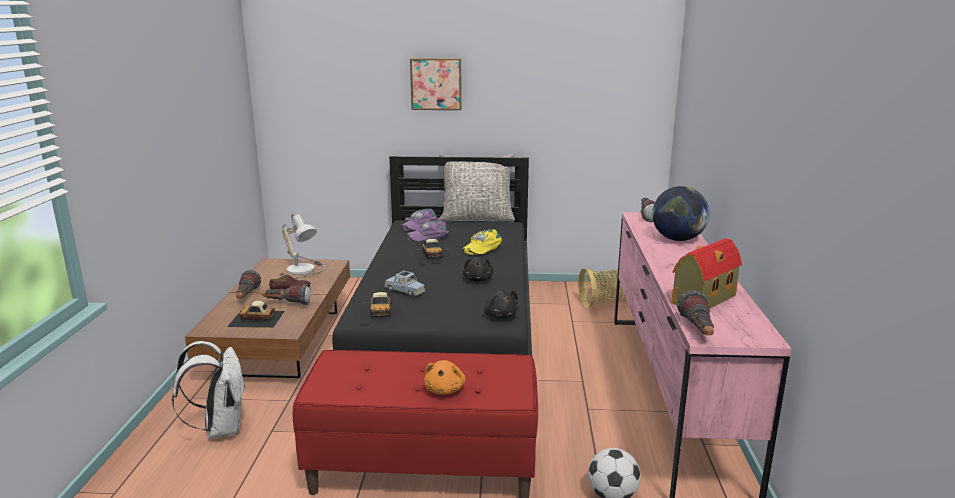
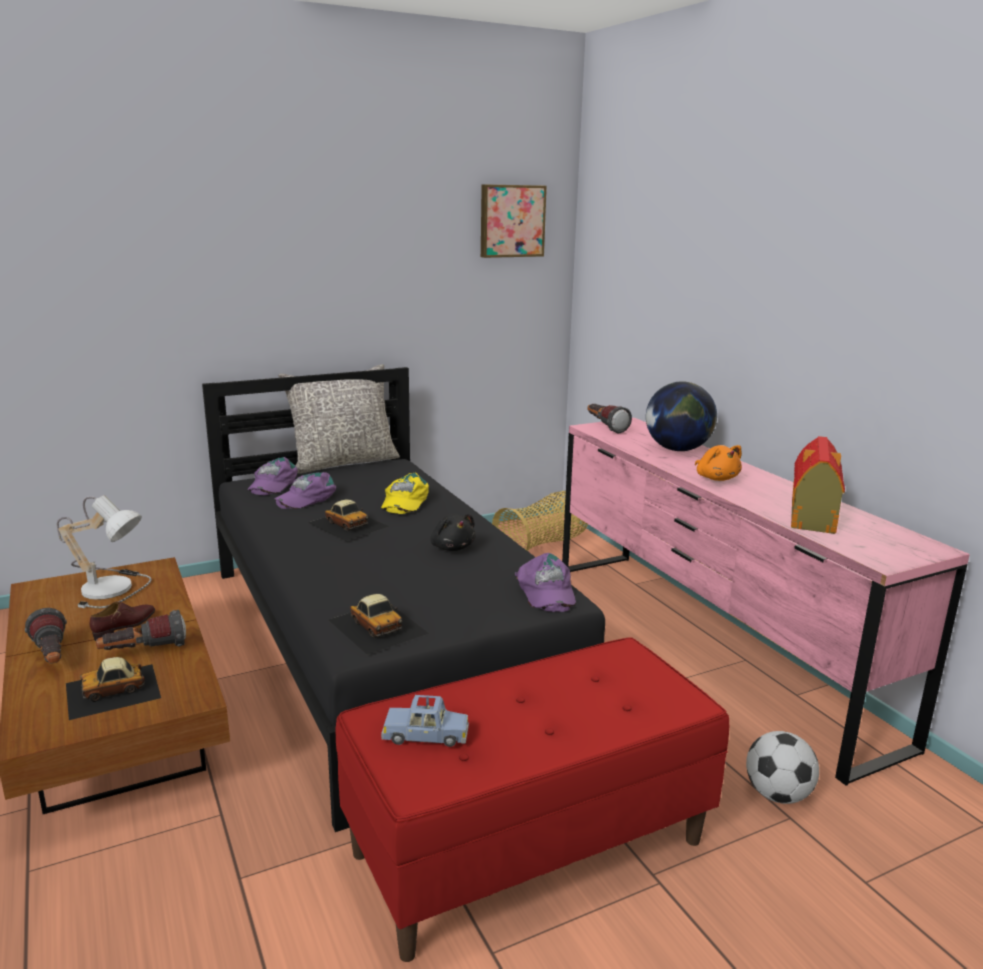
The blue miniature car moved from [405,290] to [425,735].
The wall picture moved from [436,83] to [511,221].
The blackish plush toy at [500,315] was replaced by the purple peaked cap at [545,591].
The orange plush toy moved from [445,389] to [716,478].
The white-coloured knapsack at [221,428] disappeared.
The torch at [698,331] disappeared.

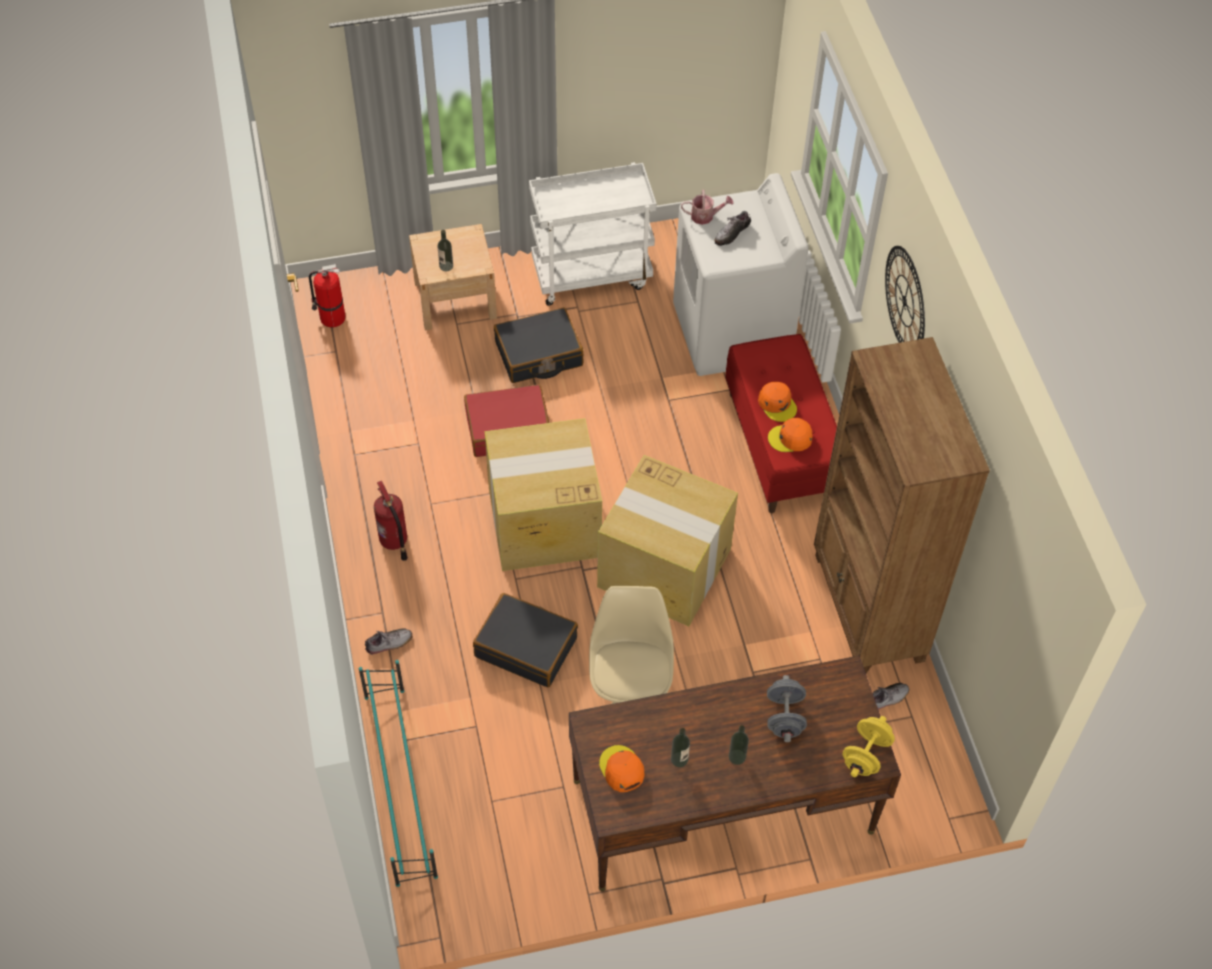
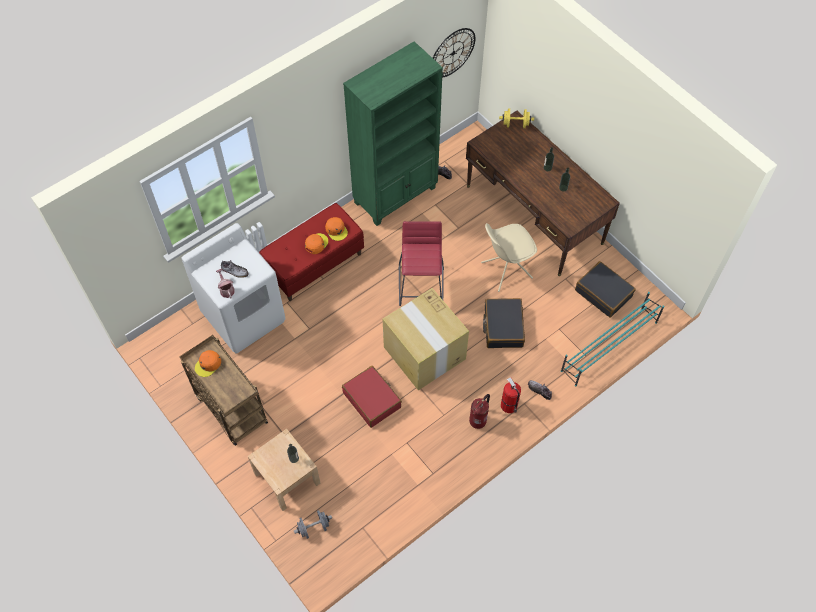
The white-coloured wheeled cart at [592,274] became the brownish wheeled cart at [230,409].
The orange peaked cap moved from [621,769] to [208,364].
The gray dumbbell moved from [784,717] to [313,527].
The brownish bookshelf at [867,609] became the green bookshelf at [396,195].
The cardboard box at [666,568] was replaced by the red-coloured sitting stool at [421,286].
The wall clock moved from [905,300] to [453,53].
The extinguisher moved from [331,318] to [509,406].
The blackish piece of luggage moved from [538,354] to [603,293].

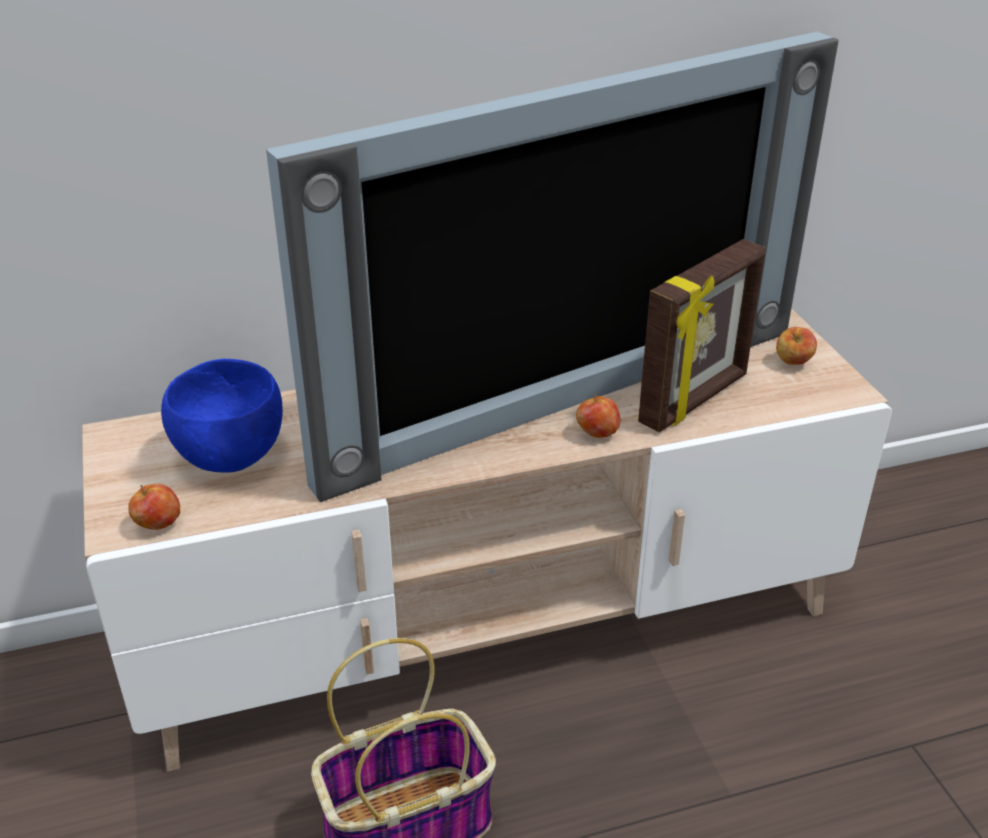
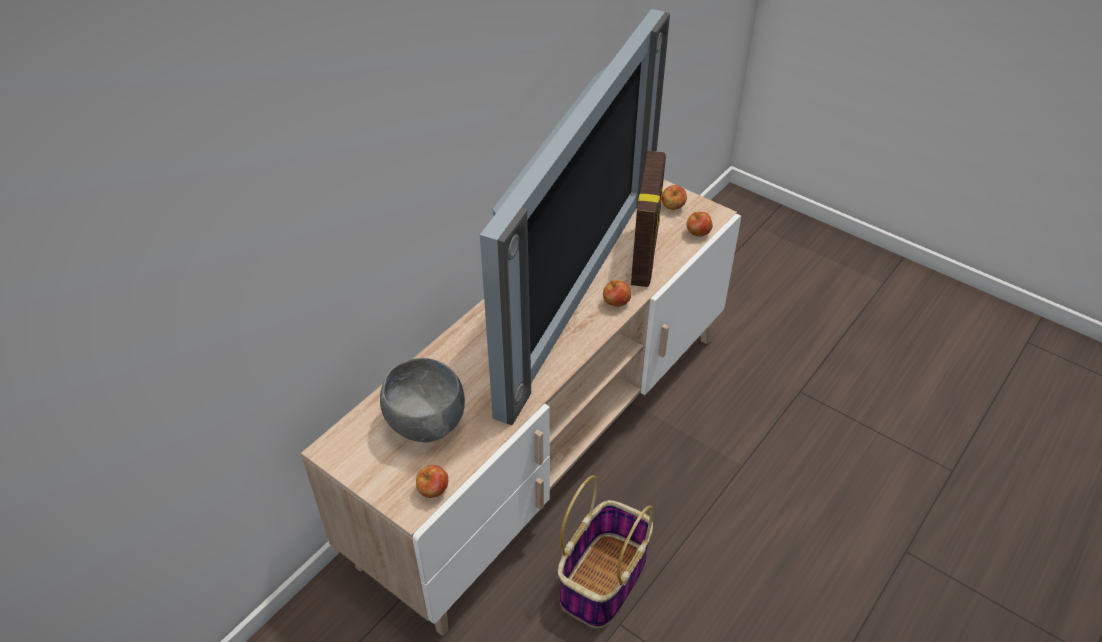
The blue serving bowl at [229,457] became the gray serving bowl at [425,425].
The whole apple at [698,234] appeared.

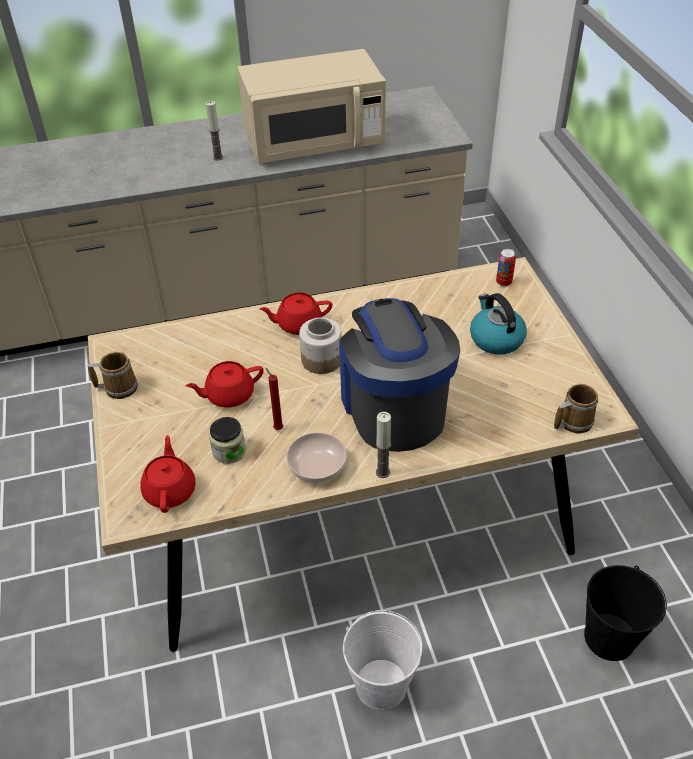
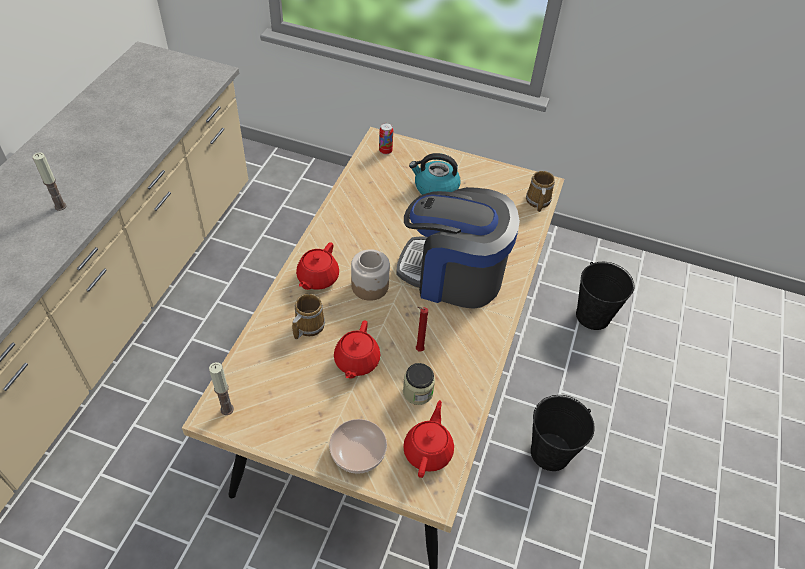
The wax candle moved from [383,472] to [227,409].
The tea mug moved from [119,387] to [307,326].
The serving bowl moved from [316,467] to [358,453].
The red-coloured tea pot at [170,490] turned 75 degrees clockwise.
The white-coloured pail at [381,685] became the blackish pail at [550,452].
The sand-coloured microwave at [314,143] disappeared.

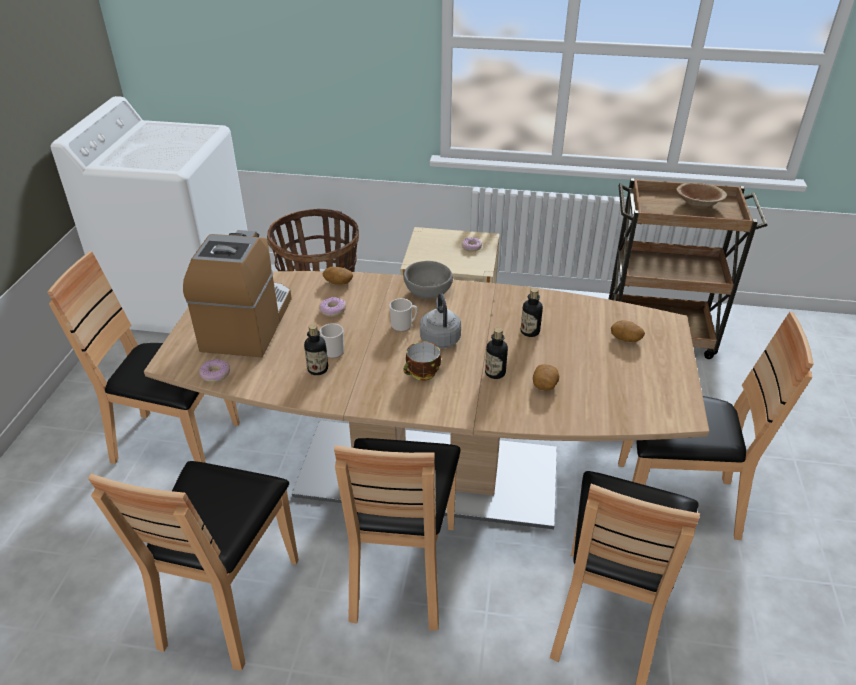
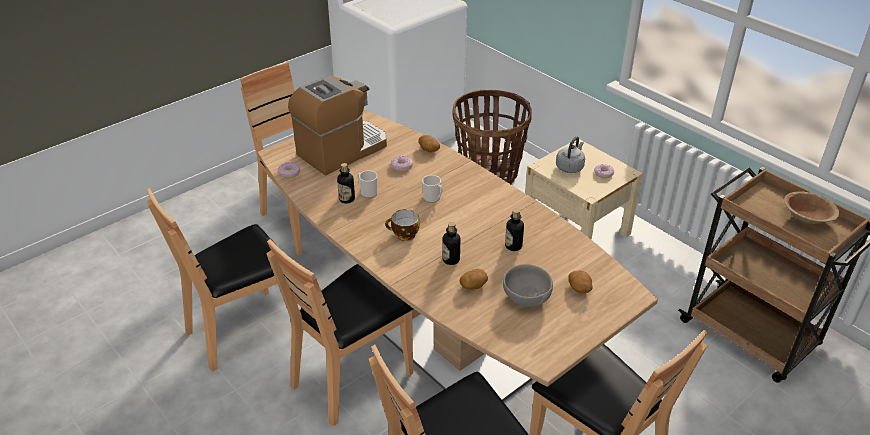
The gray serving bowl moved from [427,291] to [526,296].
The gray kettle moved from [439,338] to [570,167].

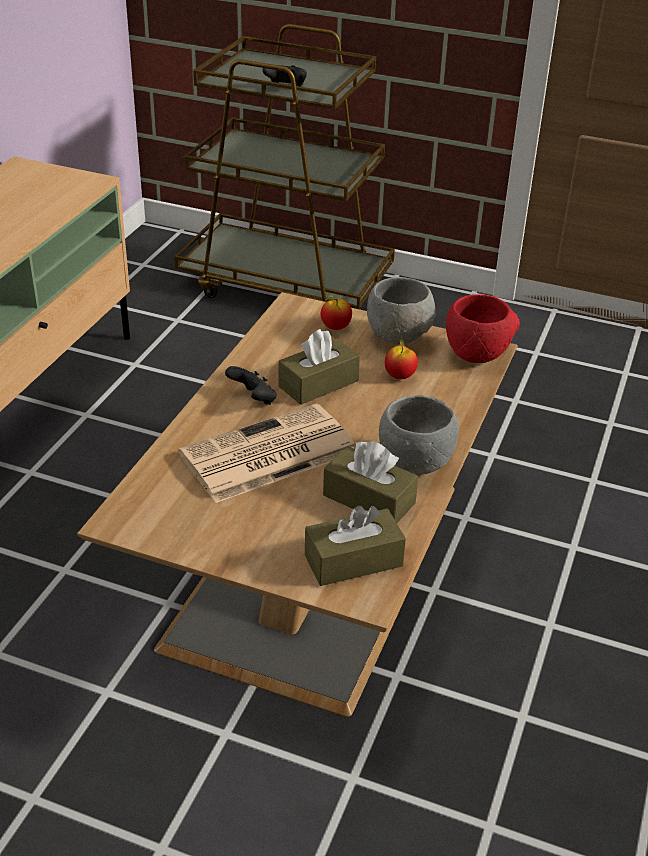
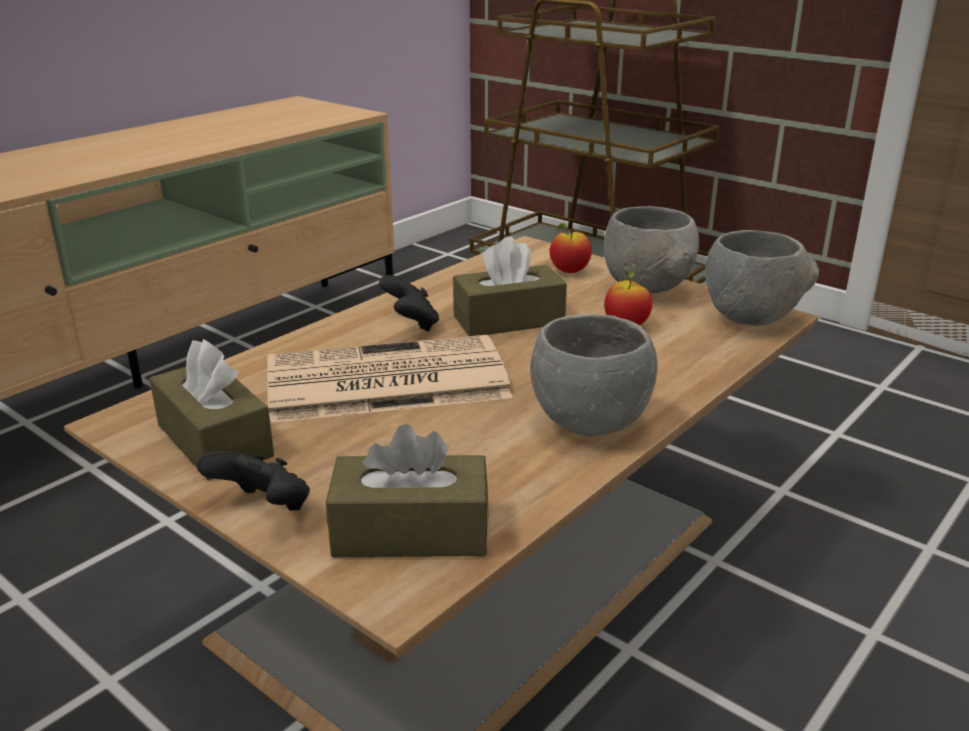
The brownish tissue holder moved from [369,499] to [214,440].
The blackish game controller moved from [286,88] to [264,508].
The red-coloured serving bowl at [477,356] became the gray serving bowl at [751,320].

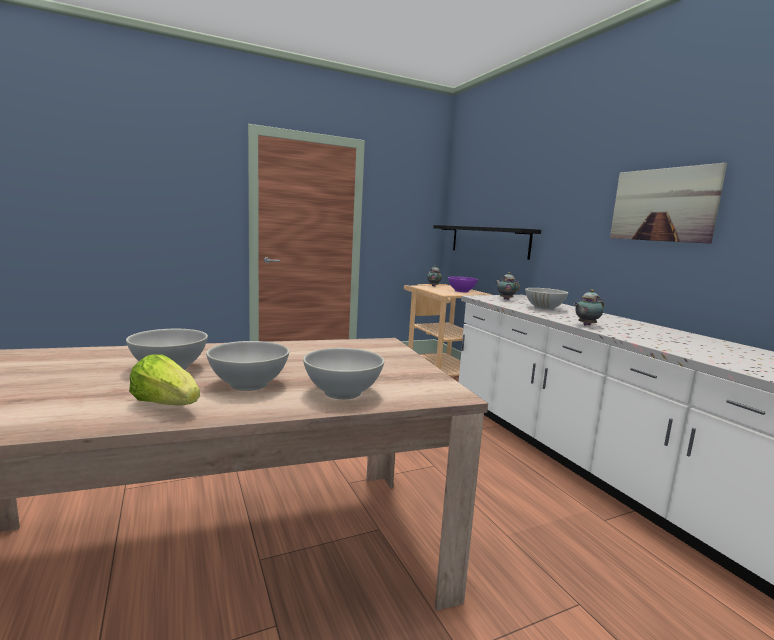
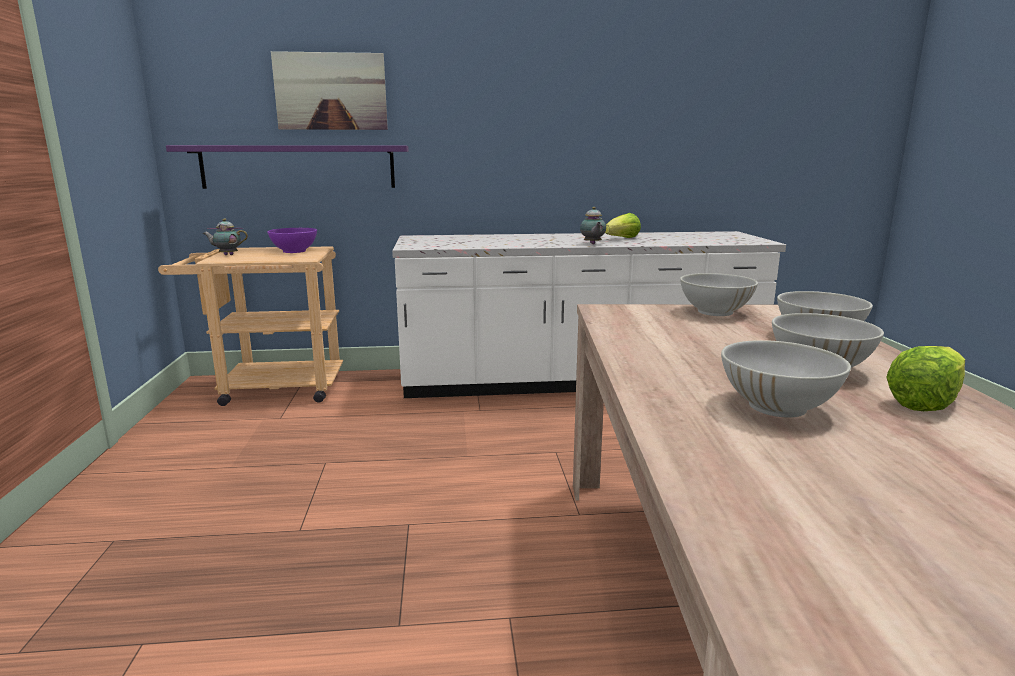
The blackish bracket shelf at [488,241] became the purple bracket shelf at [298,167].
The wall picture moved from [662,205] to [331,91].
The lettuce at [622,238] appeared.
The white-coloured serving bowl moved from [544,308] to [714,312].
The tea pot at [505,299] disappeared.

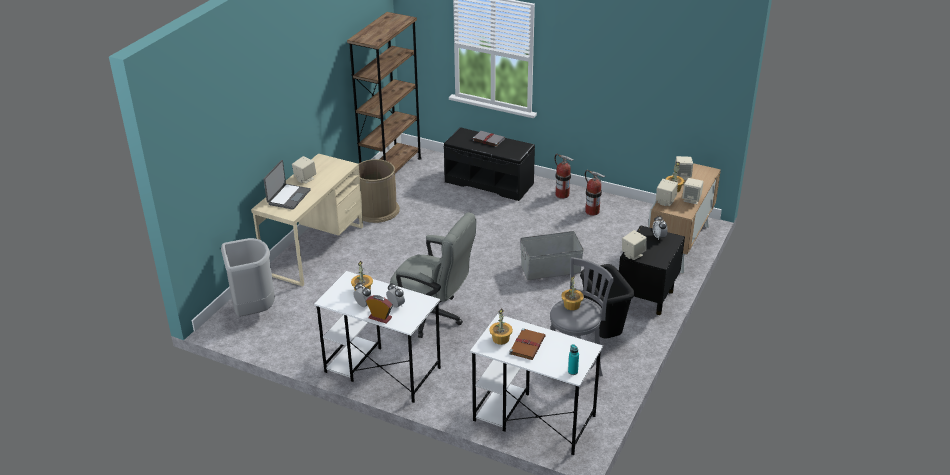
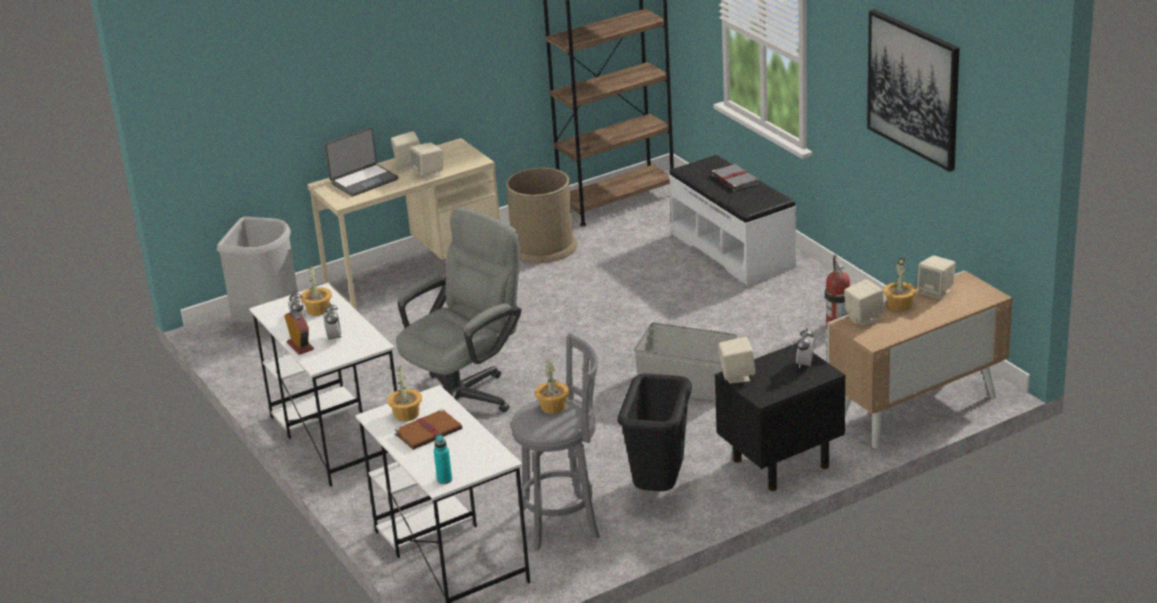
The gray computer chair at [433,316] turned 105 degrees counterclockwise.
The sand-coloured audio speaker moved from [691,199] to [428,174].
The blackish long seat at [489,182] became the white-coloured long seat at [733,250].
The wall picture at [913,88] appeared.
The extinguisher at [562,194] disappeared.

